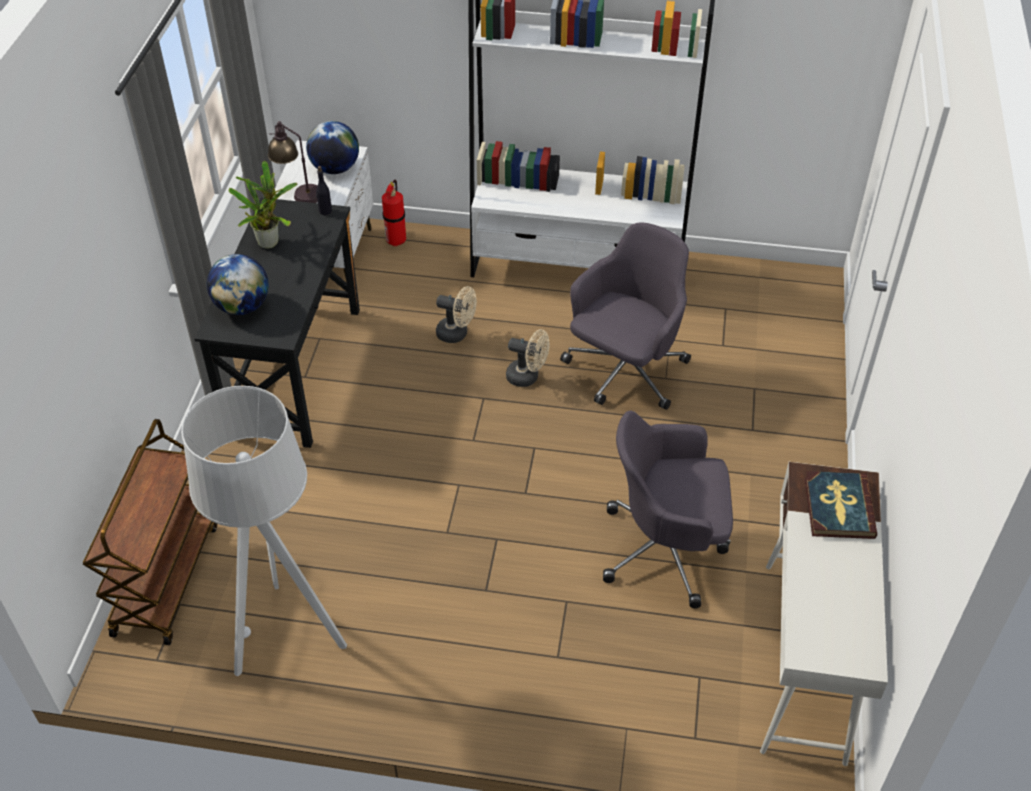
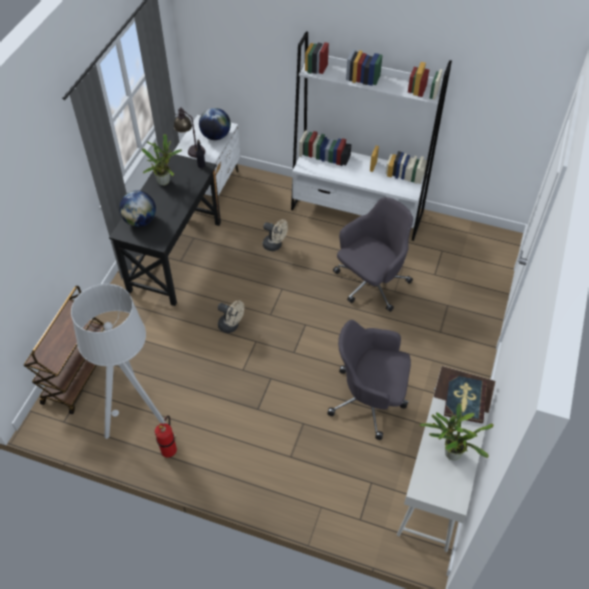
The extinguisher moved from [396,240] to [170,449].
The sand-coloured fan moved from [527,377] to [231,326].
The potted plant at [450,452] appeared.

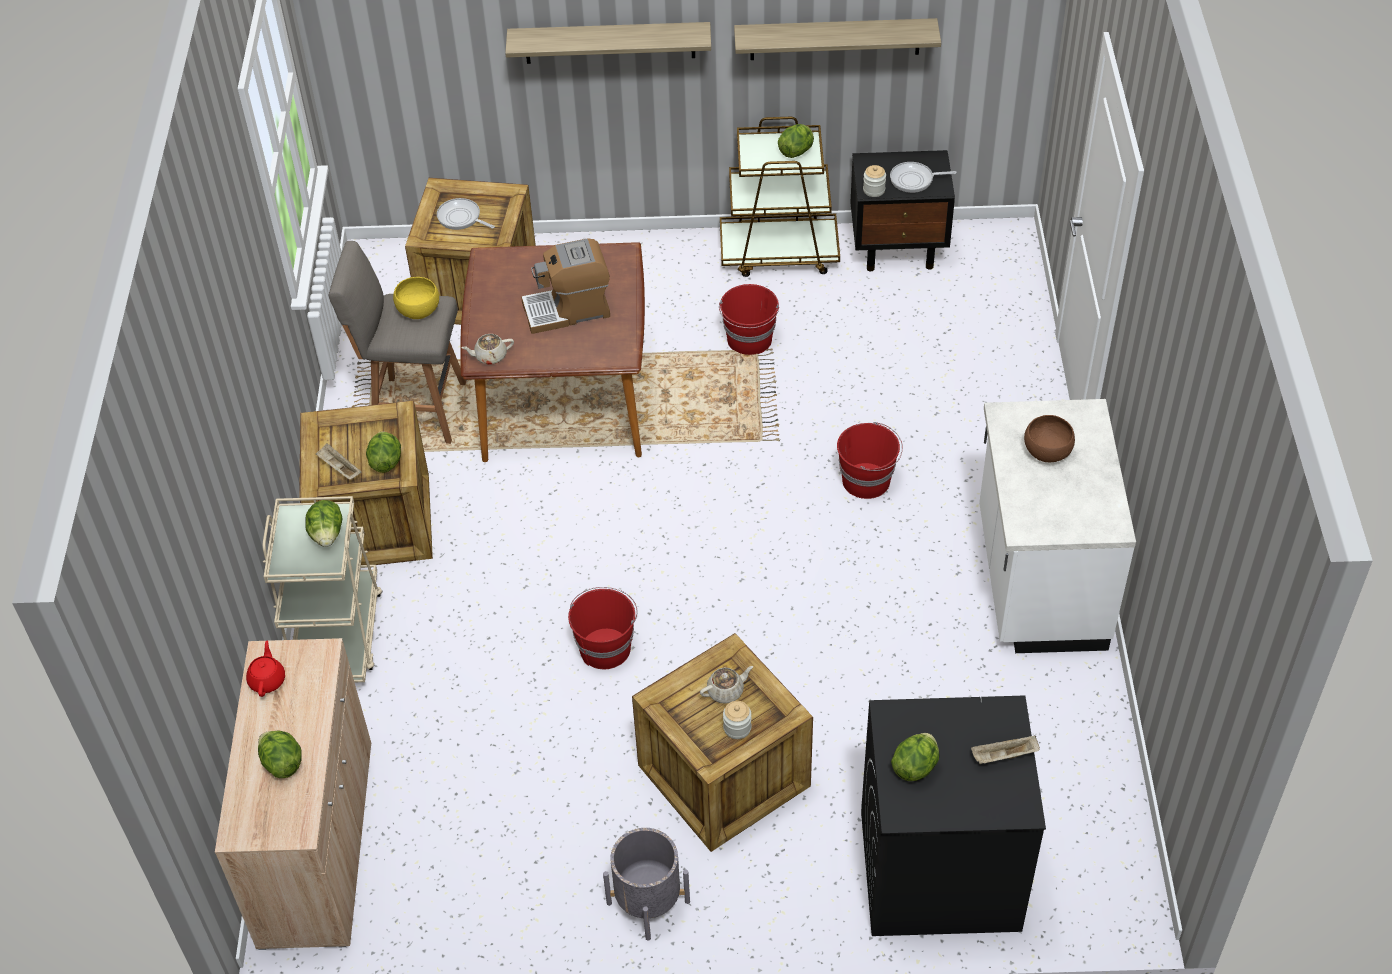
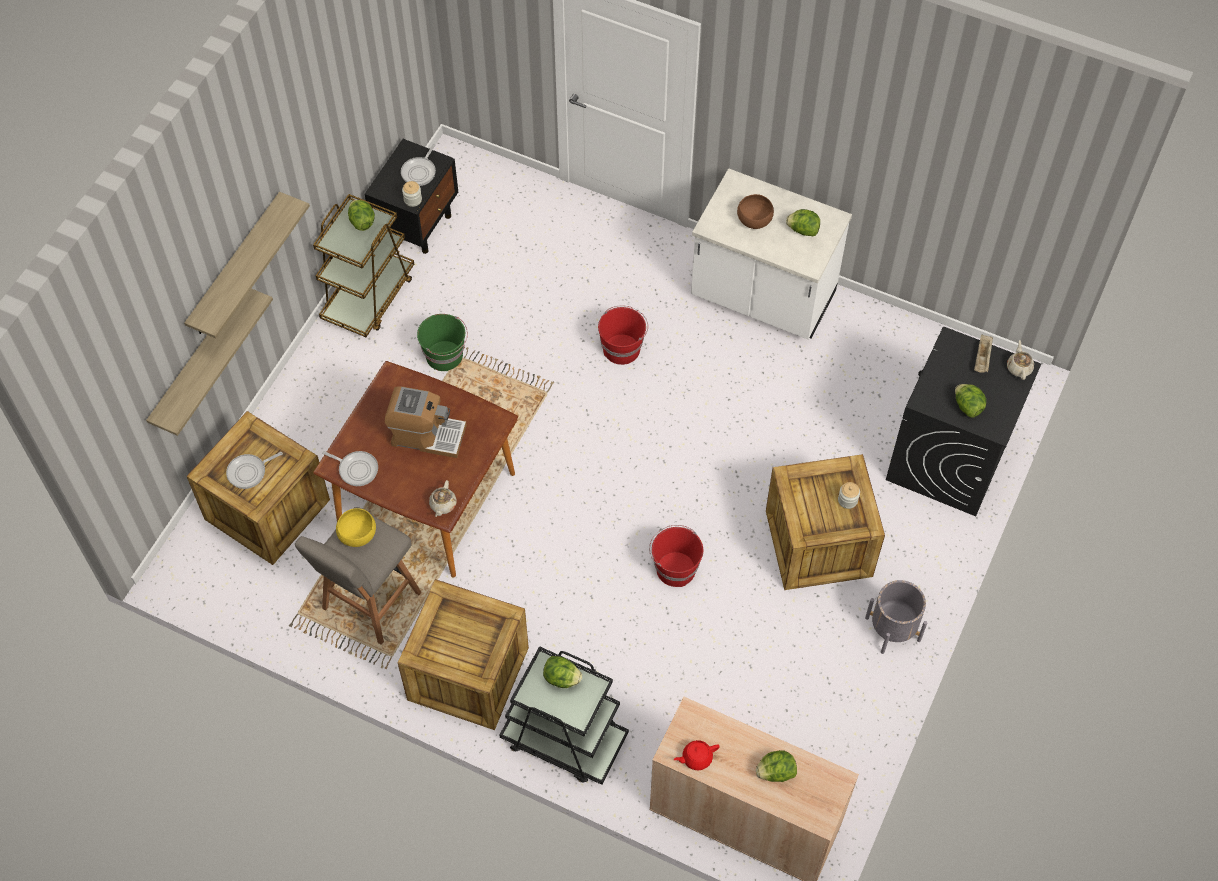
The bracket shelf moved from [835,39] to [199,361].
The skillet at [356,469] appeared.
The coffee machine at [568,309] turned 90 degrees counterclockwise.
The red-coloured pail at [749,340] became the green pail at [445,356].
The sand-coloured wheeled cart at [337,634] became the blackish wheeled cart at [564,739].
The red-coloured tea pot at [267,680] turned 45 degrees counterclockwise.
The lettuce moved from [386,461] to [802,230].
The sand-coloured tea pot moved from [726,691] to [1019,367].
The sand-coloured carrying tray at [339,468] disappeared.

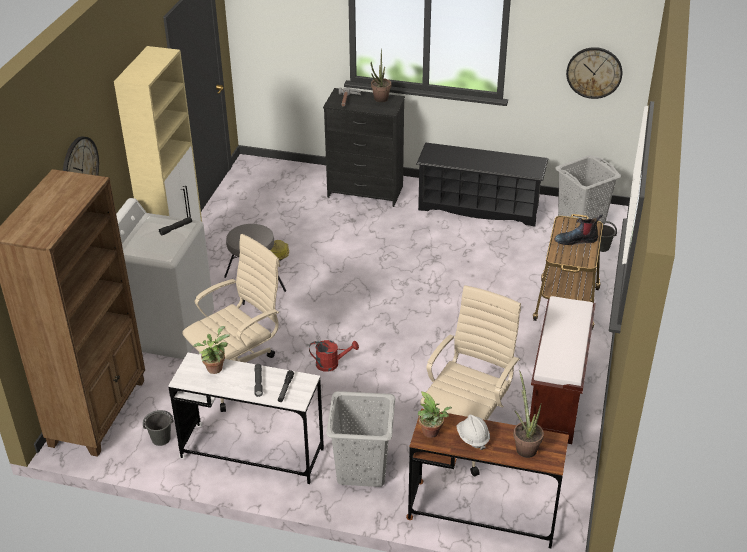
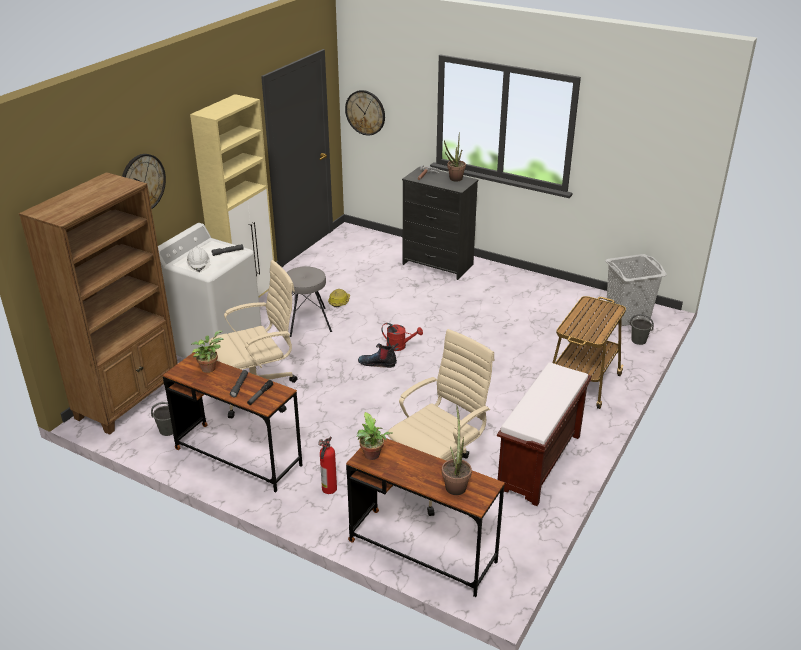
The white-coloured desk at [252,454] became the brownish desk at [238,457].
The white-coloured safety helmet moved from [472,438] to [198,265].
The gray washing basket at [362,469] was replaced by the extinguisher at [329,489].
The wall clock moved from [594,72] to [365,112].
The high-top boot moved from [576,240] to [378,363].
The red-coloured watering can moved from [332,364] to [400,346].
The blackish shoe stand at [479,207] disappeared.

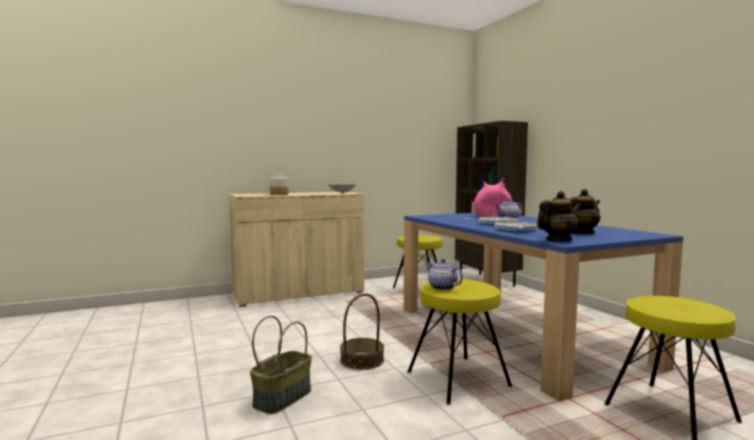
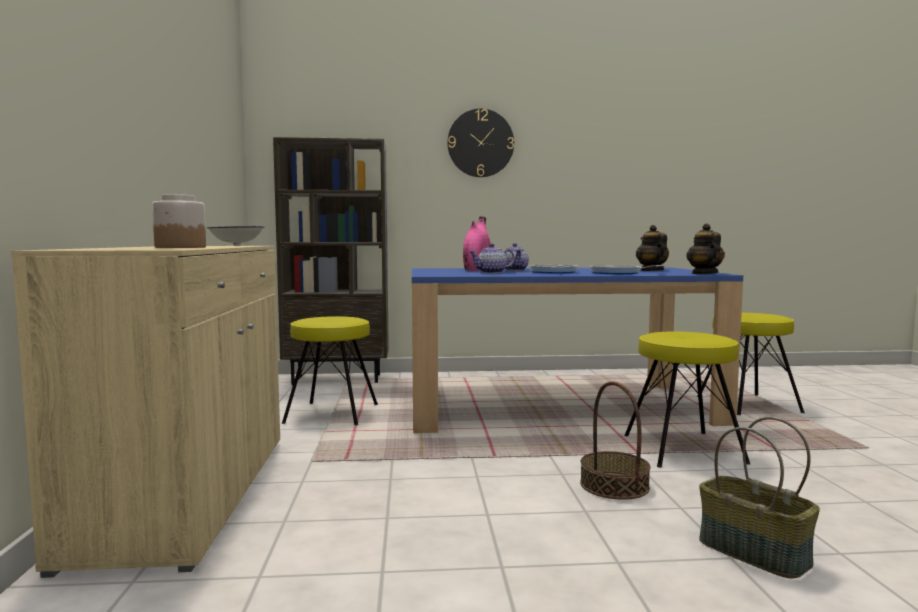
The wall clock at [480,143] appeared.
The tea pot moved from [442,287] to [491,272].

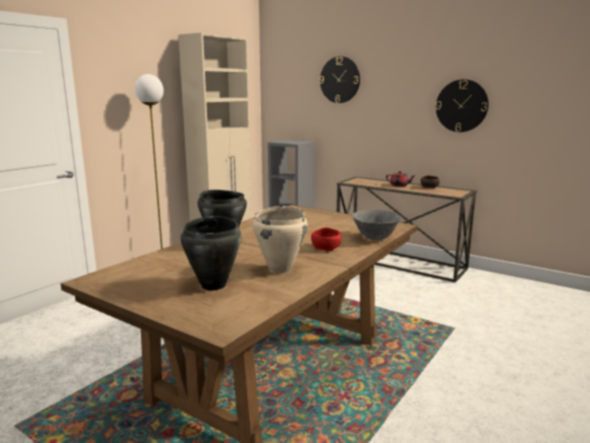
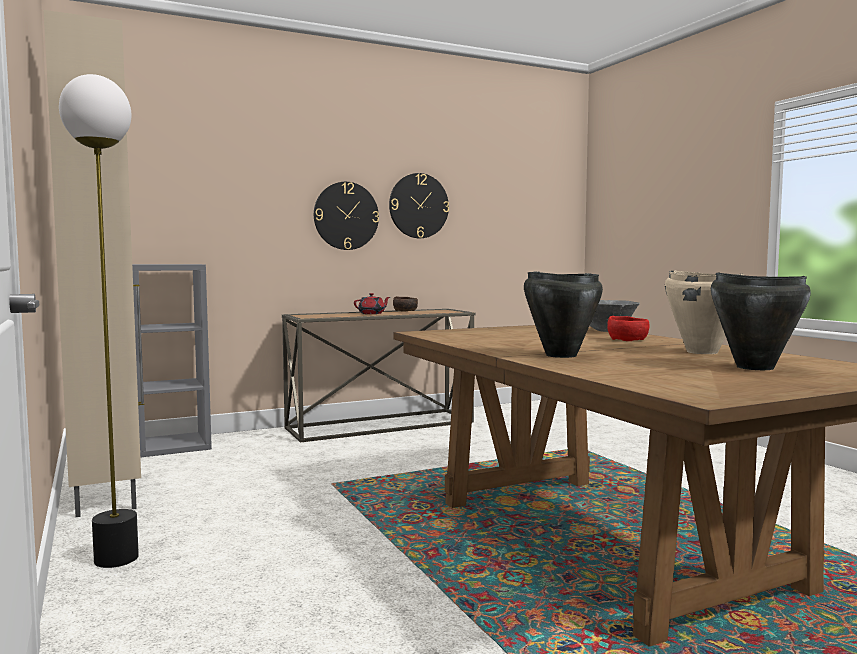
The wall clock moved from [340,80] to [346,216].

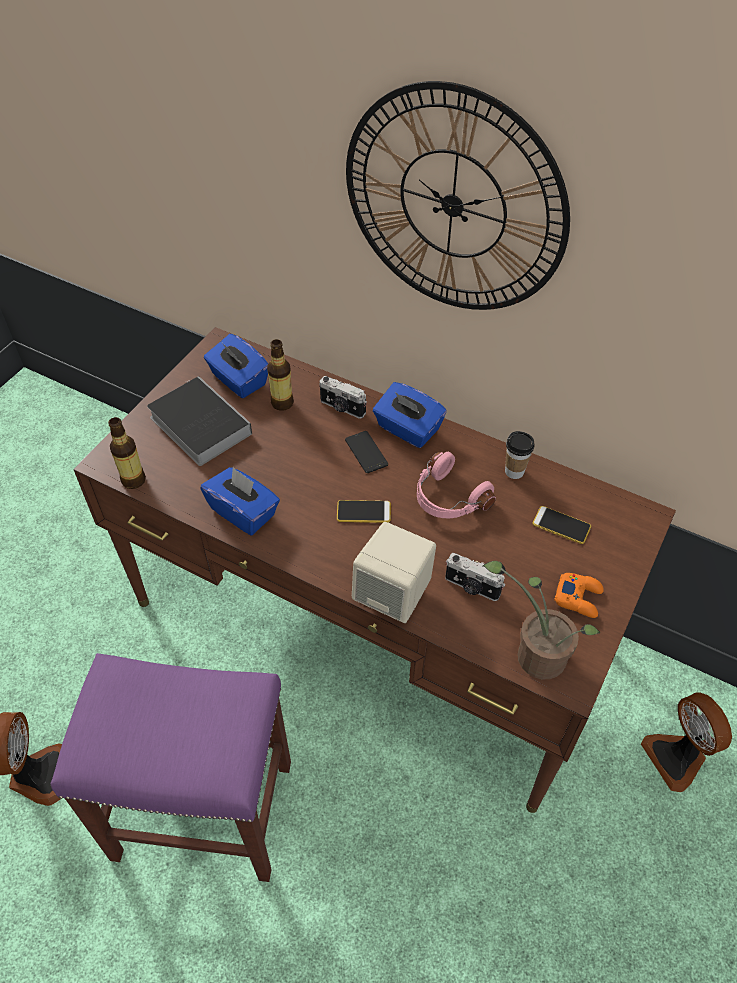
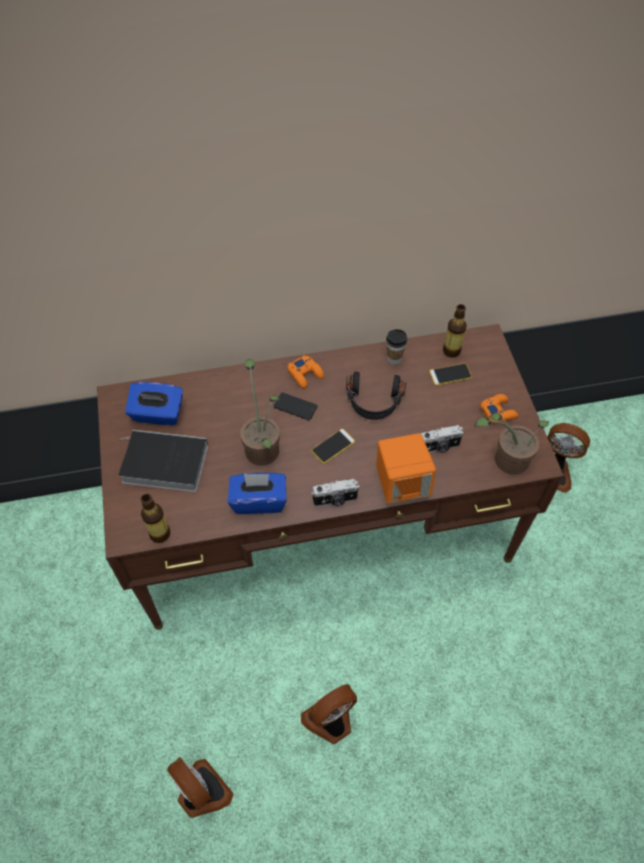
The potted plant at [262,446] appeared.
The blue tissue holder at [407,429] was replaced by the orange game controller at [305,374].
The purple sitting stool at [201,811] was replaced by the fan at [330,720].
The photo camera moved from [342,408] to [335,500].
The pink headphones at [448,499] became the blackish headphones at [373,402].
The sand-coloured audio speaker at [393,595] became the orange audio speaker at [402,485].
The beverage bottle moved from [282,403] to [451,351].
The wall clock at [453,204] disappeared.

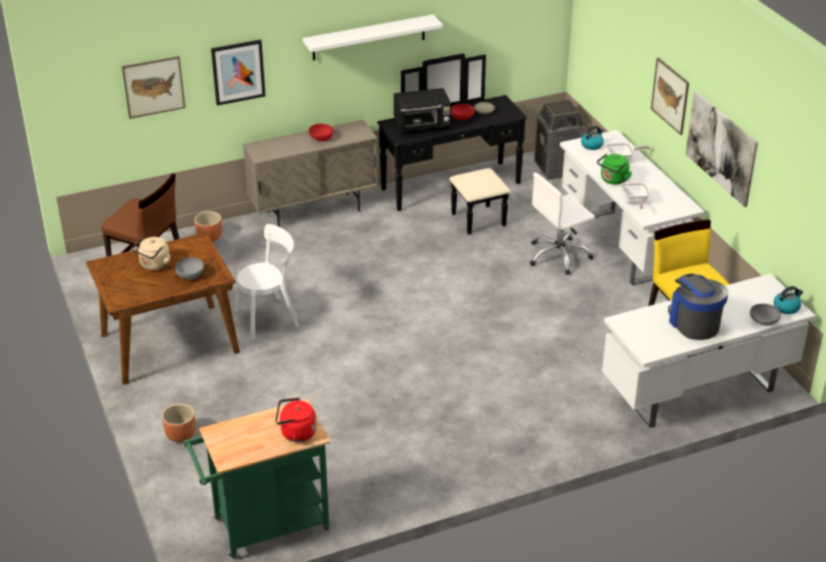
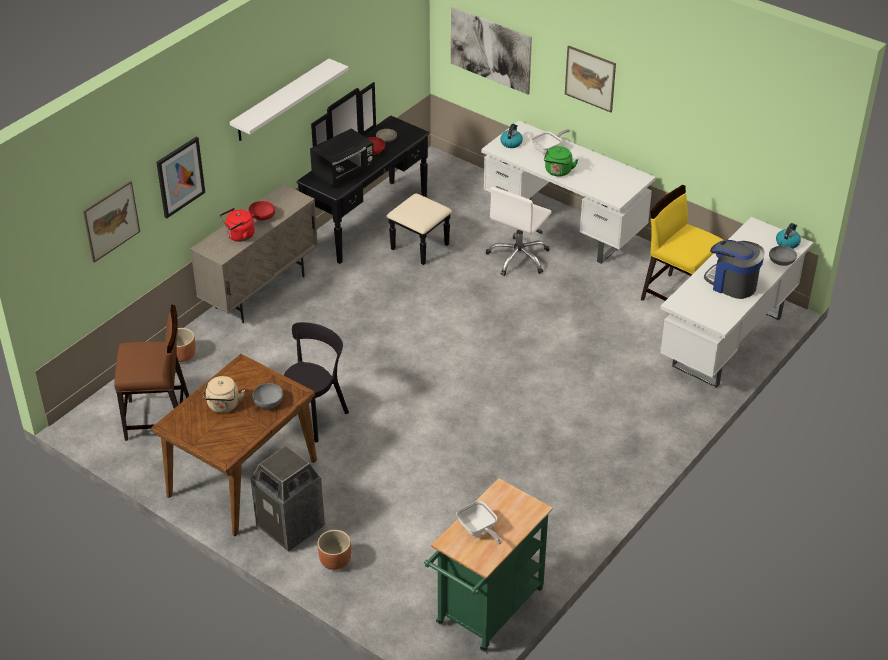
The red-coloured kettle moved from [296,433] to [239,236].
The rubbish bin moved from [558,168] to [291,526].
The white-coloured chair at [269,317] became the blackish chair at [314,414].
The wall picture moved from [721,148] to [490,50].
The skillet moved from [634,202] to [478,530].

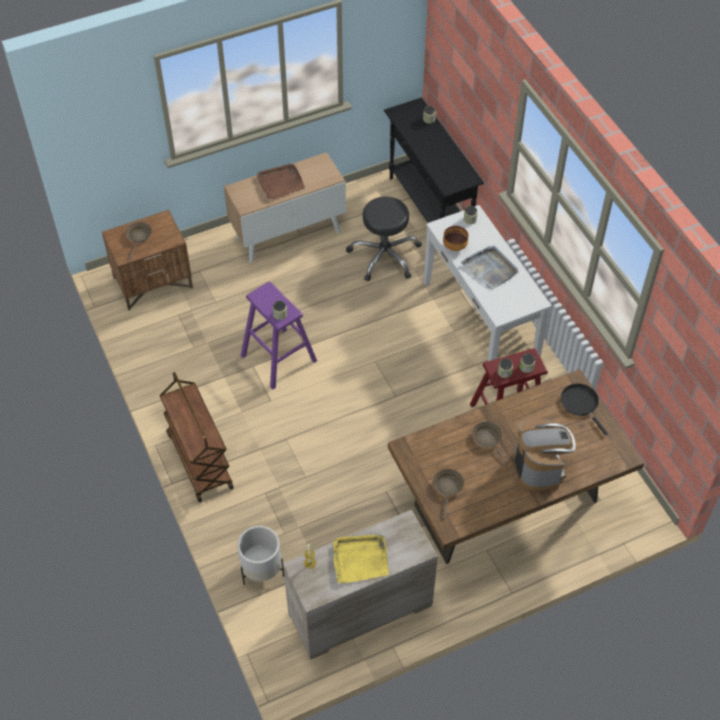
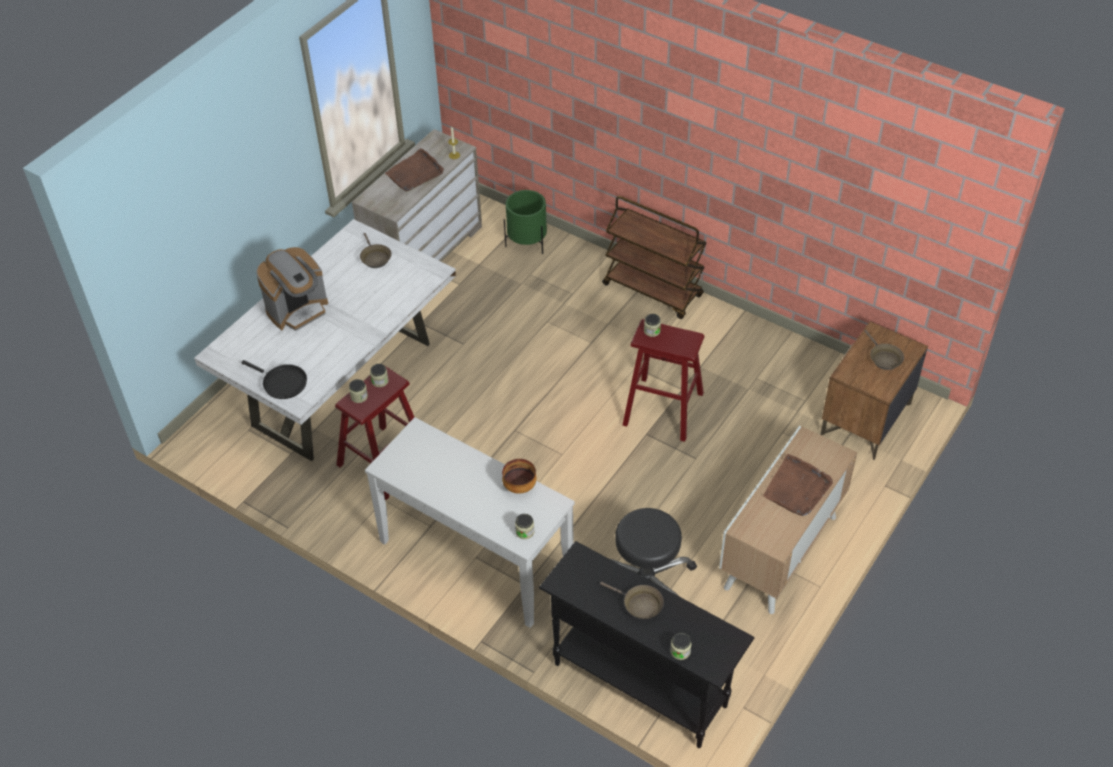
The brownish dining table at [506,502] became the white-coloured dining table at [342,386].
The coffee machine at [539,467] turned 90 degrees counterclockwise.
The yellow-coloured carrying tray at [360,559] became the brownish carrying tray at [415,173].
The white-coloured planter at [262,570] became the green planter at [527,243].
The brownish skillet moved from [488,440] to [639,604].
The purple sitting stool at [278,358] became the red-coloured sitting stool at [663,409].
The gray carrying tray at [490,269] disappeared.

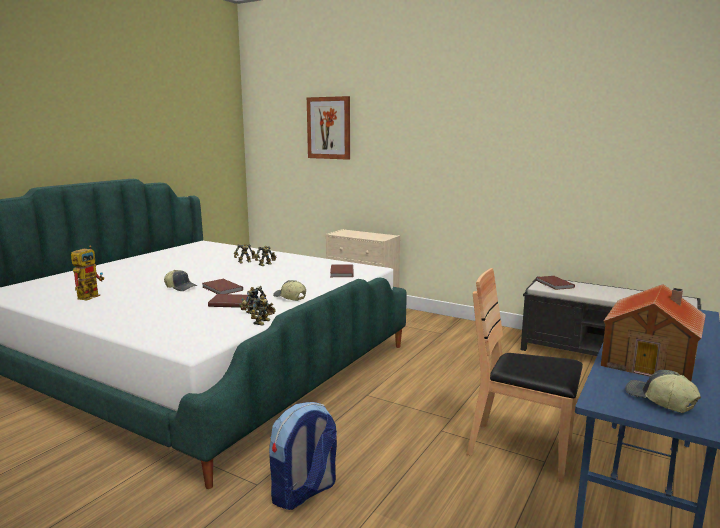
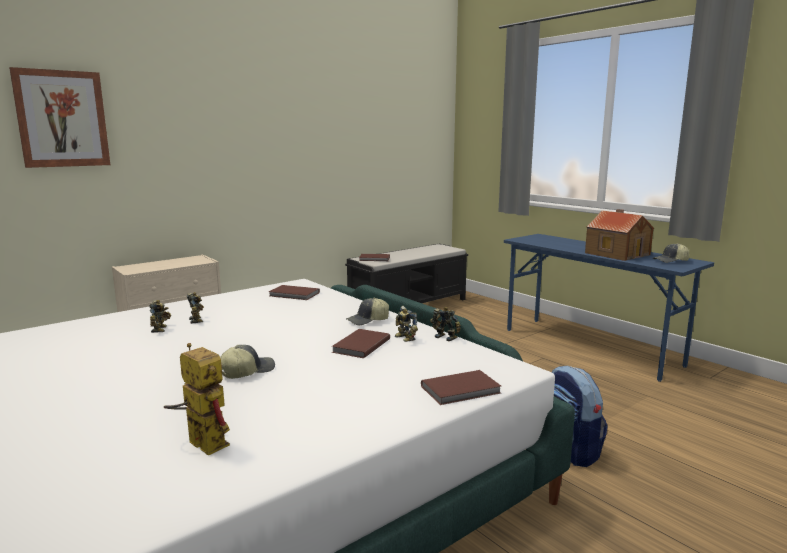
The brownish book moved from [221,289] to [462,390].
The brownish chair at [521,450] disappeared.

